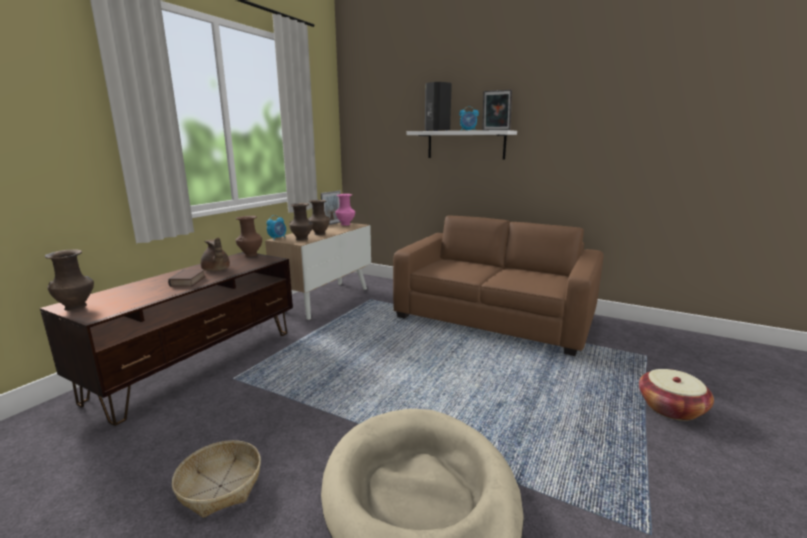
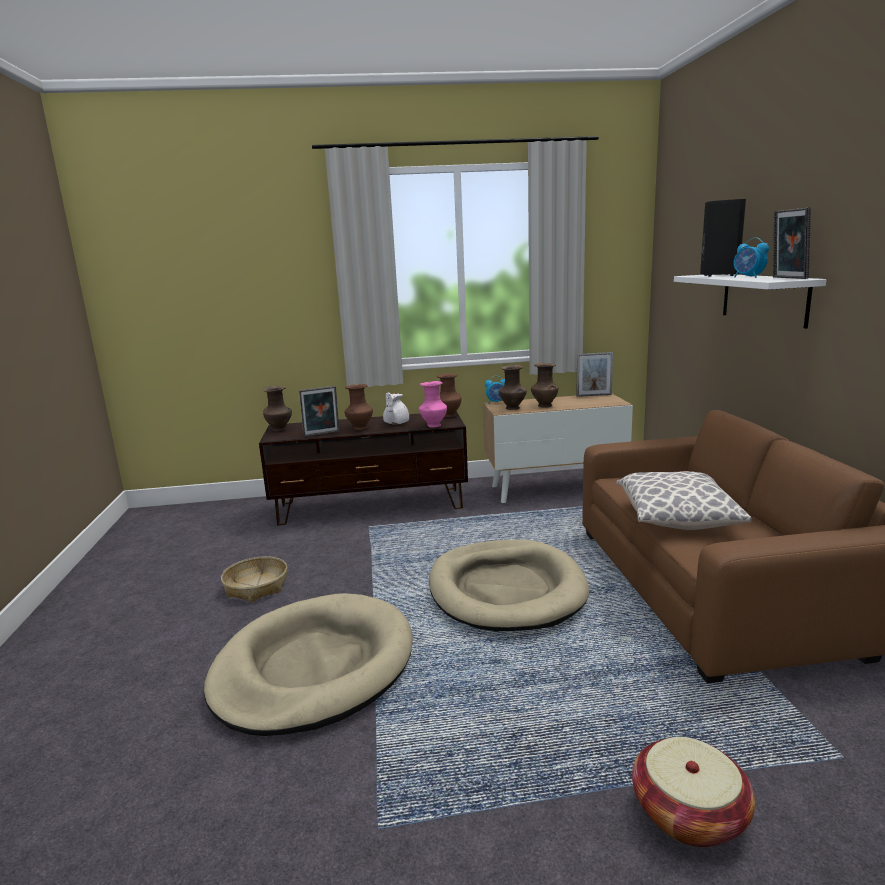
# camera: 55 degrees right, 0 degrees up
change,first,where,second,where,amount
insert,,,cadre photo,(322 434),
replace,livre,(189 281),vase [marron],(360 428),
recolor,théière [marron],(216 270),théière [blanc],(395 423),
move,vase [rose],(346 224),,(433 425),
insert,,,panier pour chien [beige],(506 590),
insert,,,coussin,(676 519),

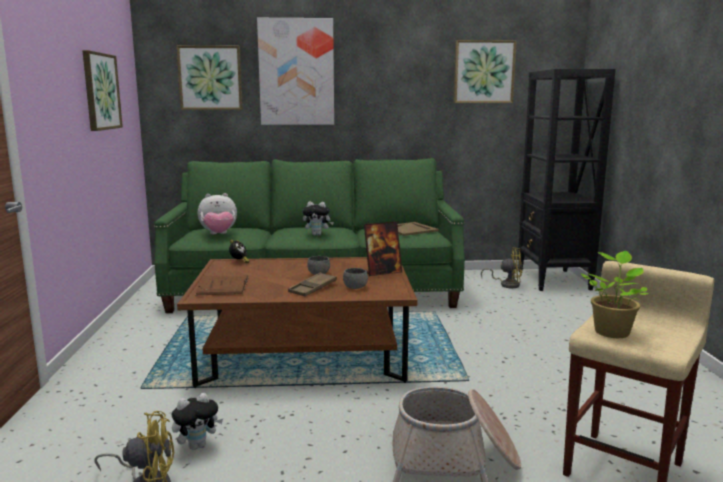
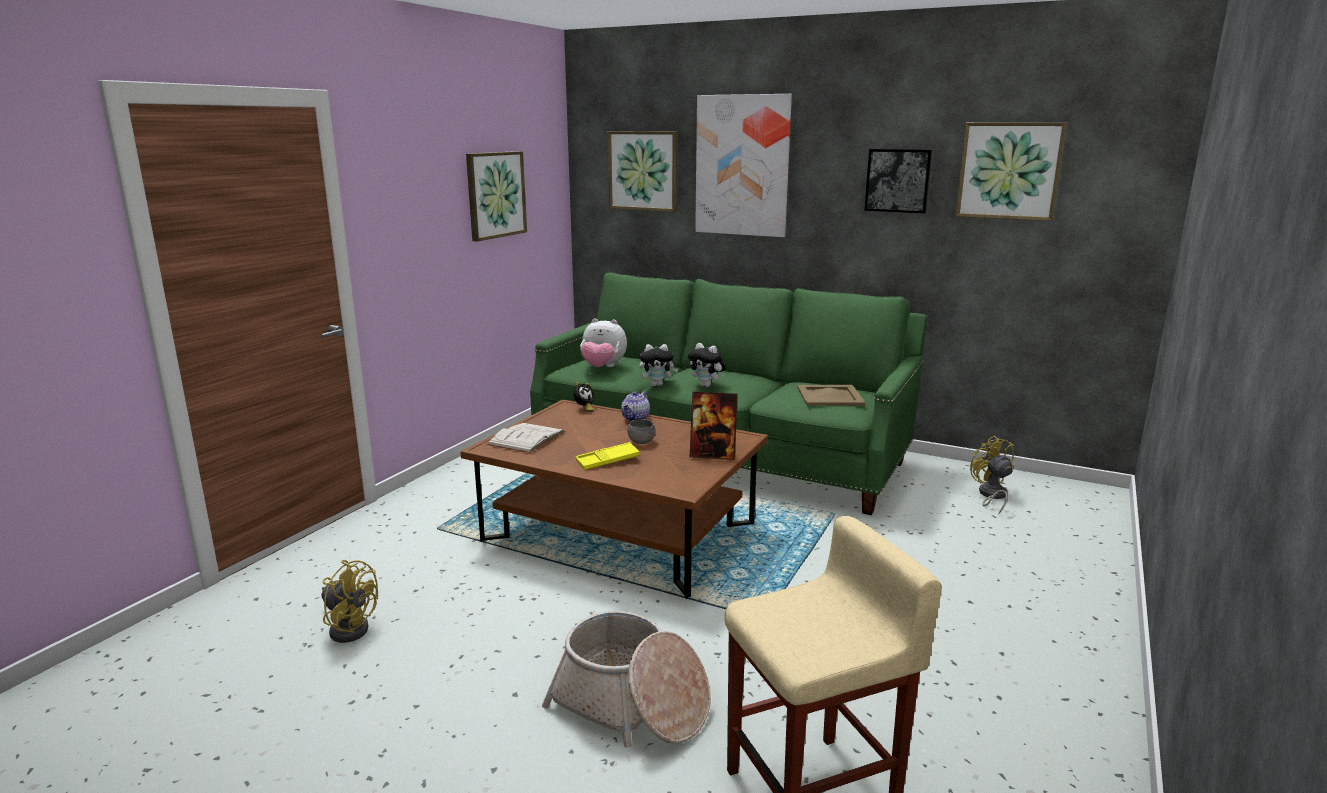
# camera: 30 degrees right, 5 degrees up
change,first,where,second,where,amount
recolor,livre [marron],(223 286),livre [blanc],(526 438),
recolor,plateau [marron],(313 288),plateau [jaune],(608 461),
insert,,,théière,(635 418),
move,peluche,(197 446),,(657 385),
insert,,,tableau,(898 180),
rotate,ventilateur [jaune],(507 284),,(991 496),150 degrees counterclockwise
delete,bol [gris],(355 287),,,
delete,bibliothèque [noir],(553 280),,,
delete,plante en pot,(612 331),,,

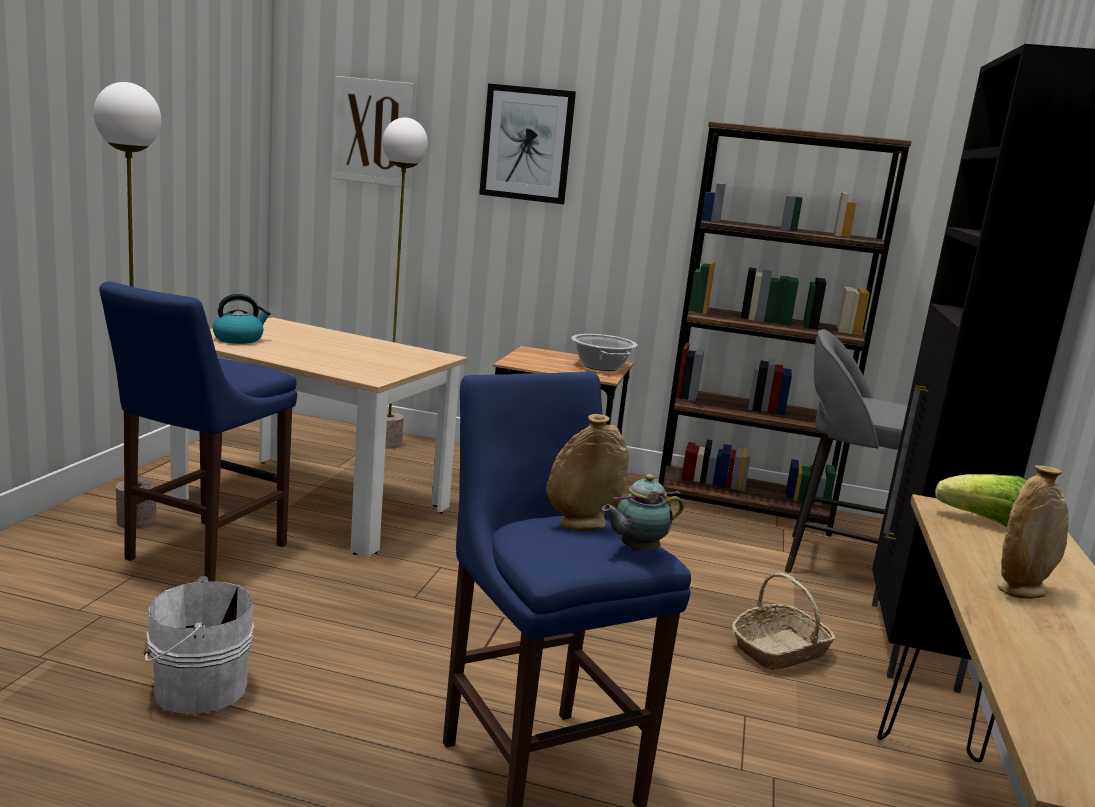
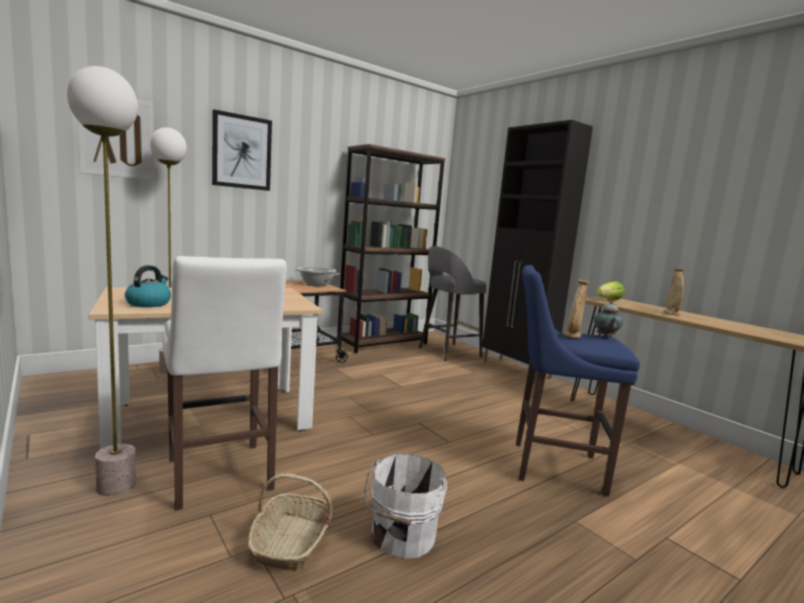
# camera: 50 degrees left, 5 degrees down
change,first,where,second,where,amount
recolor,tabouret [bleu],(201 554),tabouret [blanc],(220 477),
move,panier,(779 651),,(291 542),

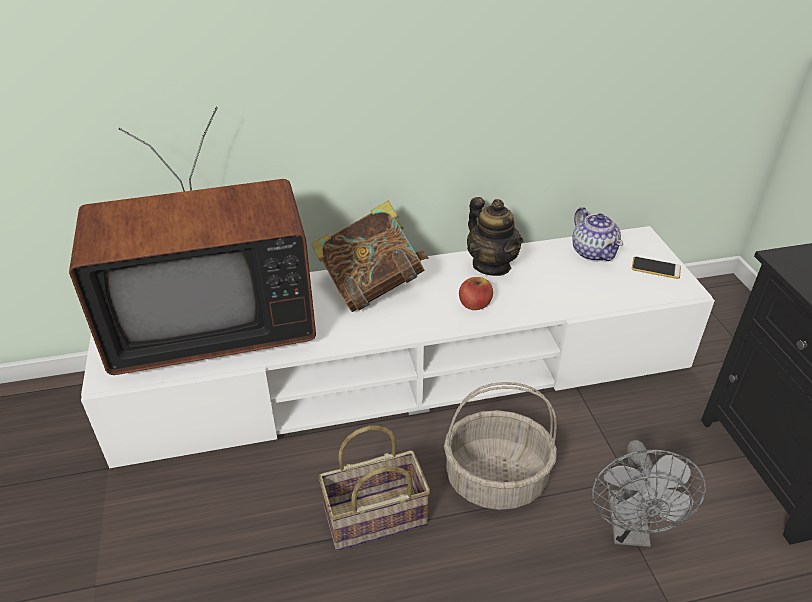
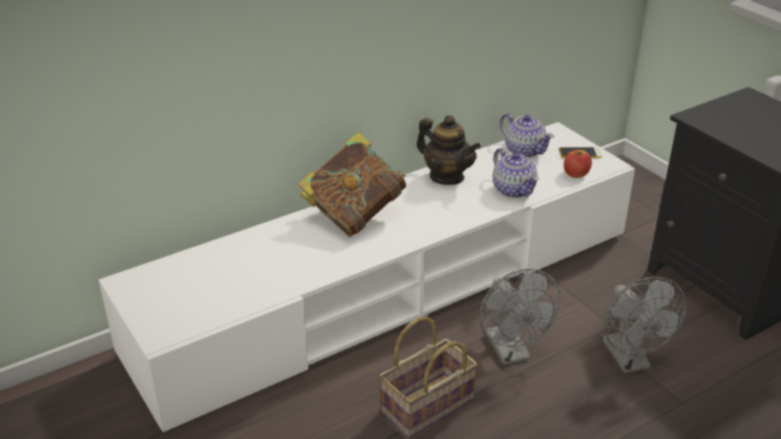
# camera: 20 degrees left, 5 degrees down
change,first,where,second,where,amount
replace,panier,(497 479),ventilateur [gris],(511 353),
insert,,,théière,(513 190),
move,pomme,(474 304),,(575 174),
delete,téléviseur,(211 325),,,

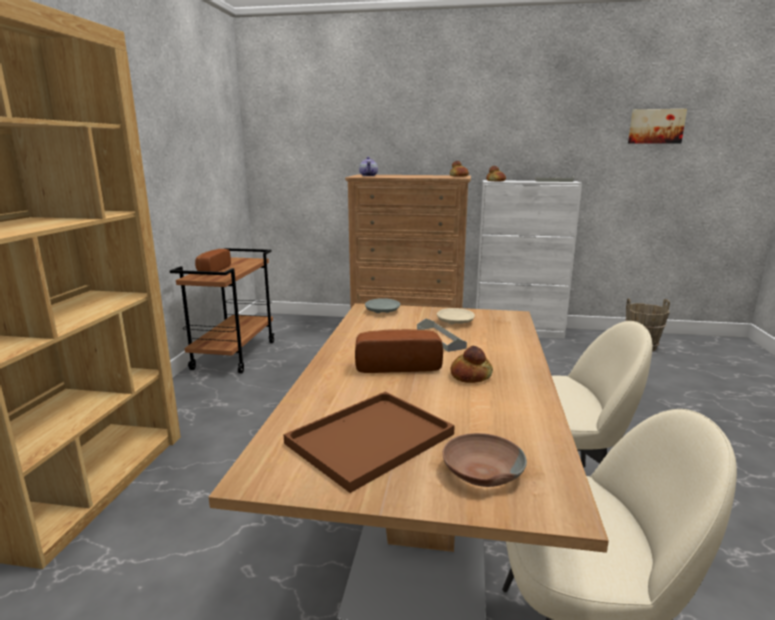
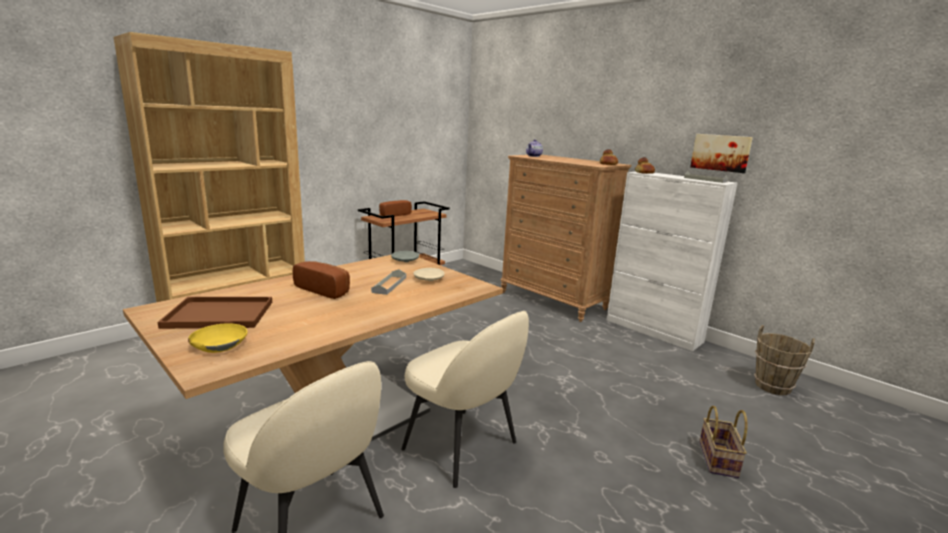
# camera: 35 degrees right, 0 degrees up
change,first,where,second,where,amount
recolor,bol [marron],(480 471),bol [jaune],(219 345),
move,tableau,(656 126),,(721 152),
insert,,,panier,(719 460),
delete,pain,(470 375),,,

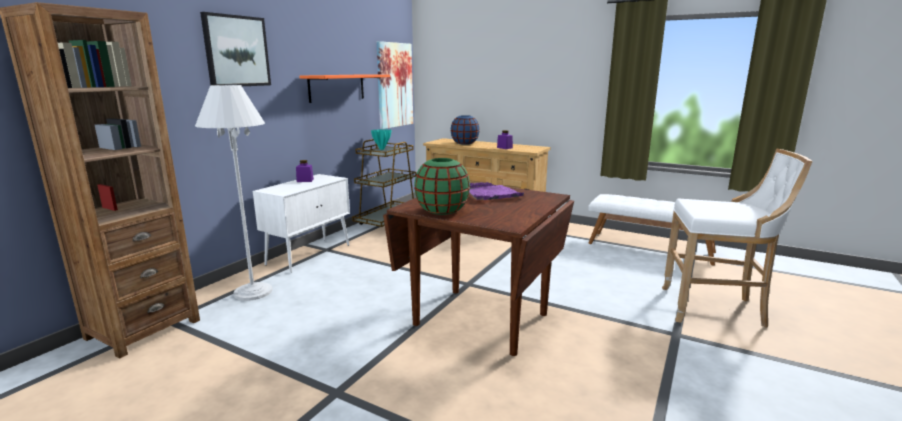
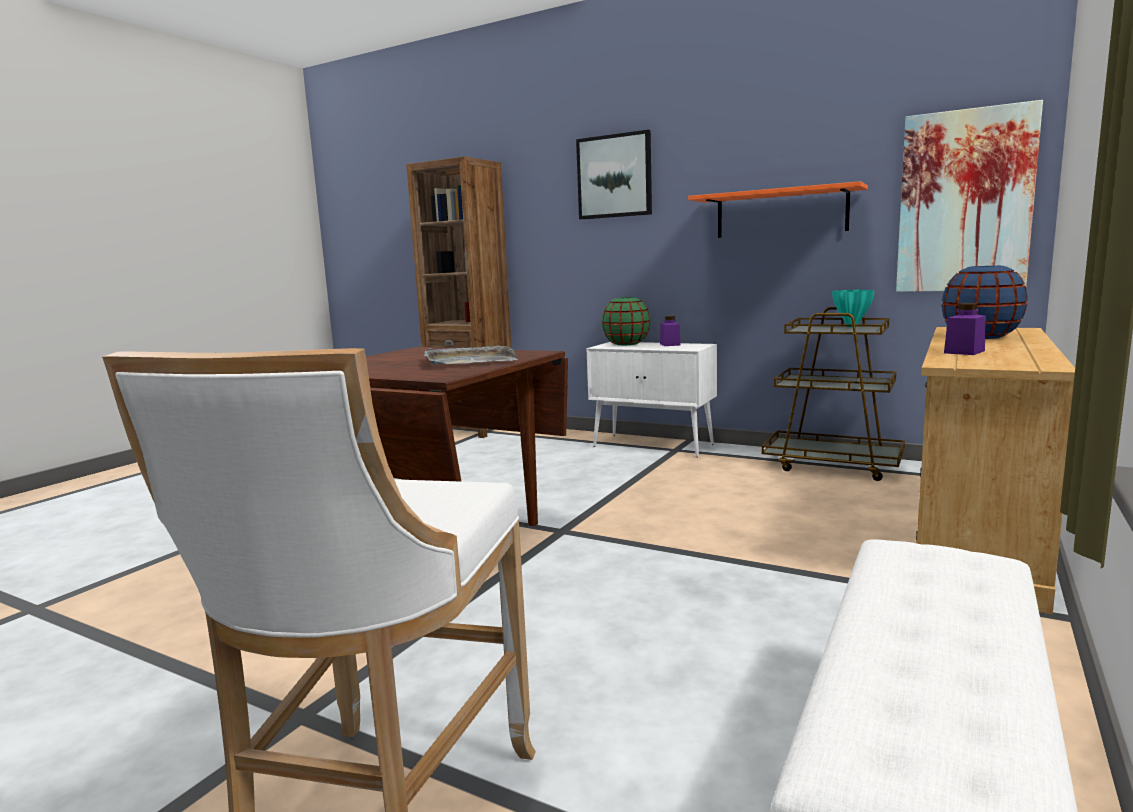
# camera: 90 degrees right, 5 degrees down
change,first,where,second,where,amount
recolor,plateau [violet],(490 193),plateau [gris],(469 361),
move,vase [vert],(442 211),,(626 344),
delete,lampadaire [blanc],(253 292),,,

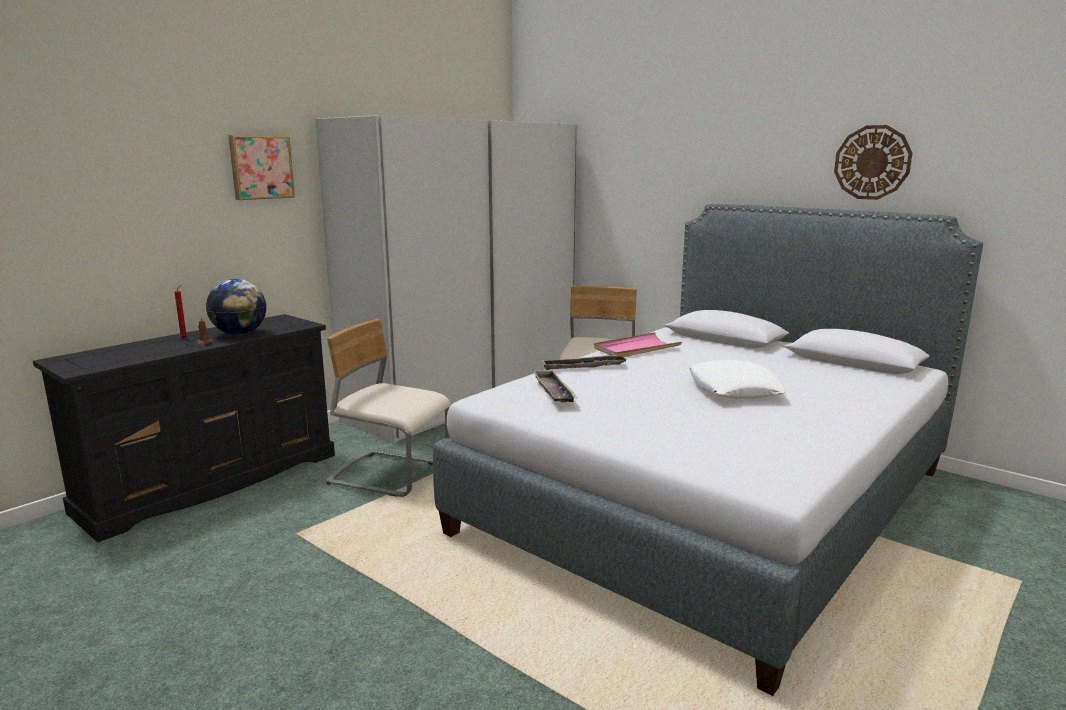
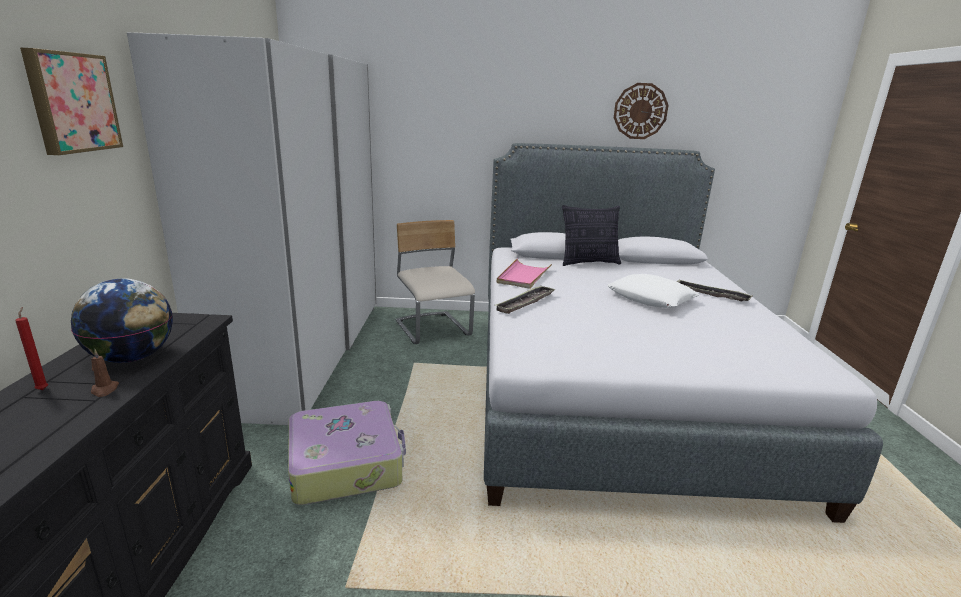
# camera: 40 degrees left, 5 degrees up
change,first,where,second,where,amount
replace,chaise [beige],(390 474),valise,(346 463),
insert,,,coussin,(589 263),
move,plateau,(553 391),,(711 294),

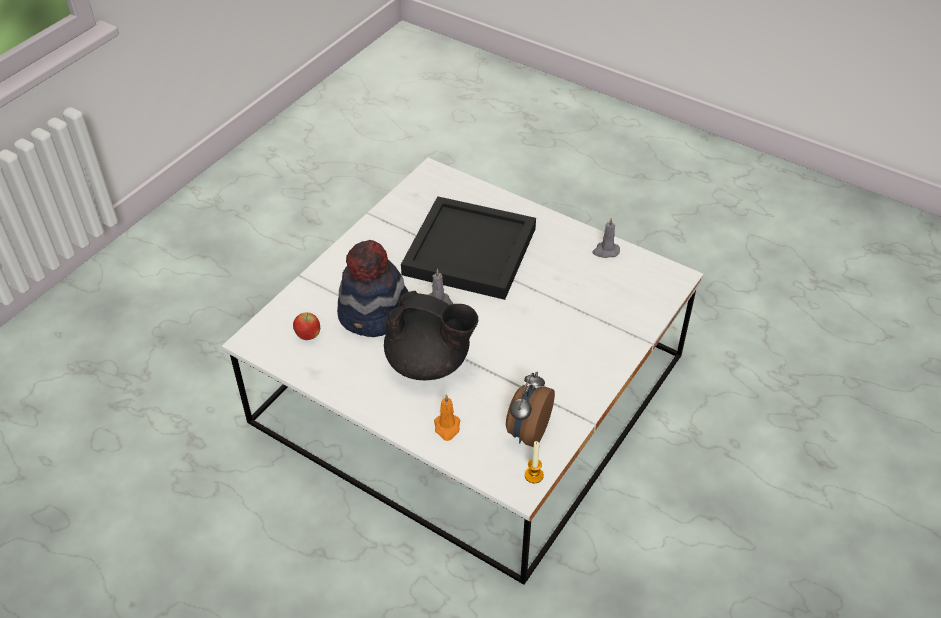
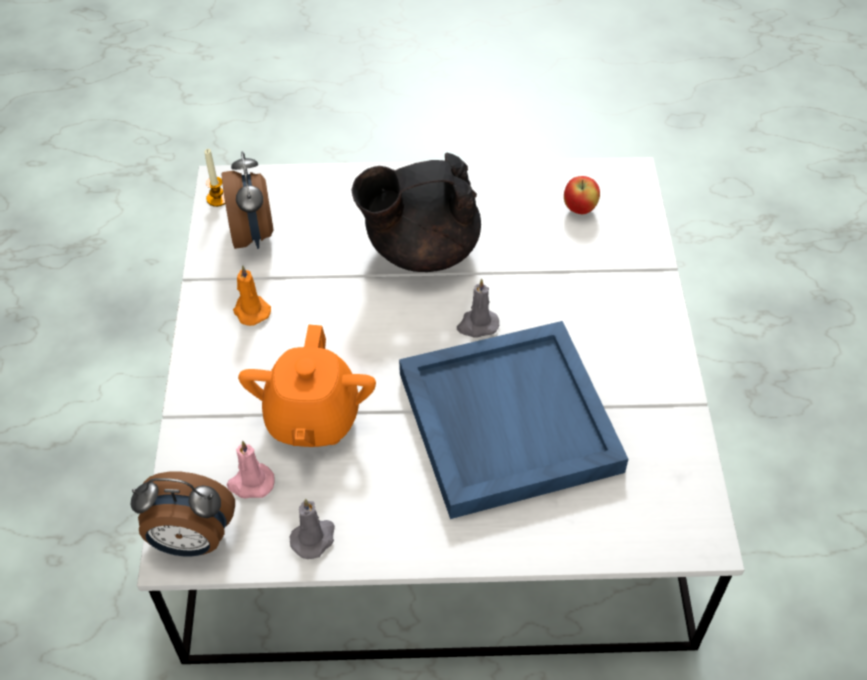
# camera: 145 degrees right, 5 degrees up
change,first,where,second,where,amount
insert,,,réveil,(191 541),
insert,,,bougie [rose],(250 483),
move,bougie [orange],(447 428),,(250 310),
insert,,,théière [orange],(312 419),
recolor,plateau [noir],(470 252),plateau [bleu],(506 420),
delete,chapeau,(375 314),,,

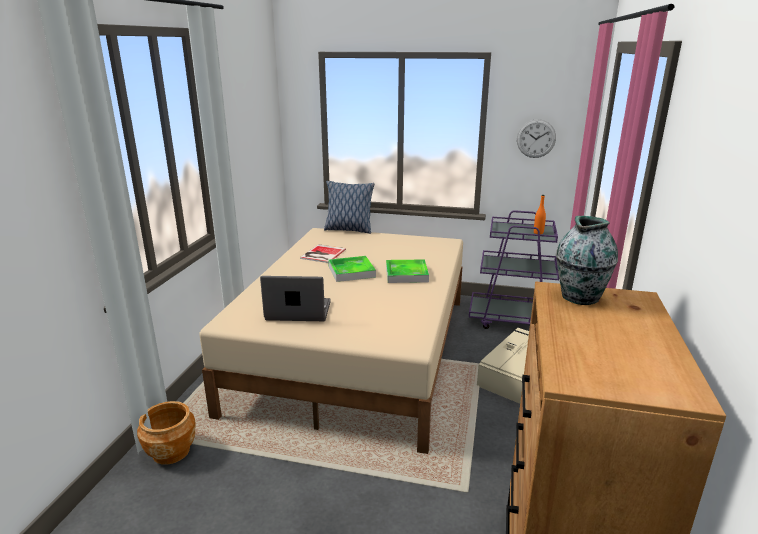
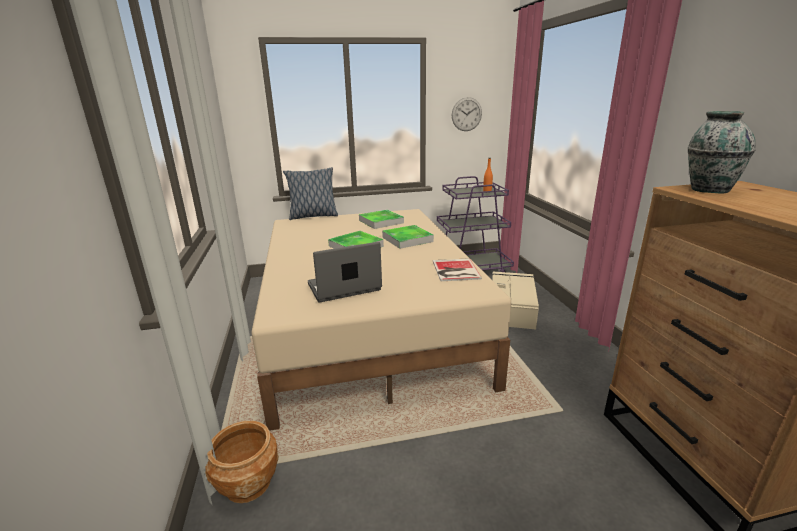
# camera: 25 degrees left, 0 degrees up
change,first,where,second,where,amount
insert,,,plateau,(381 222),
move,livre,(322 254),,(455 270),

